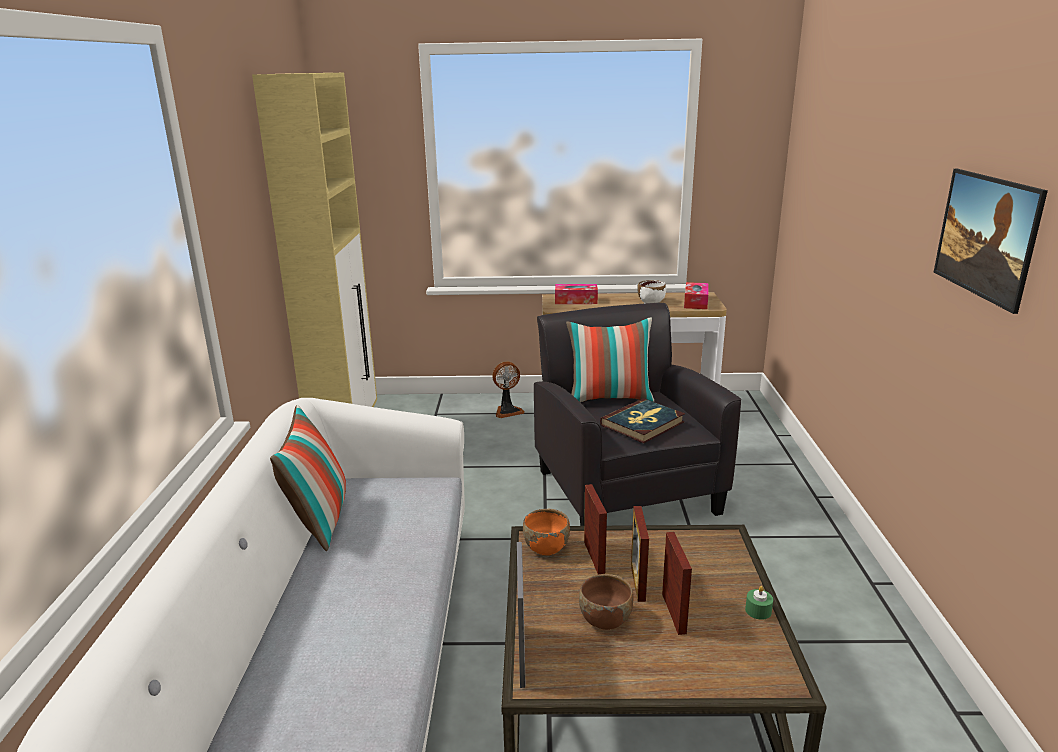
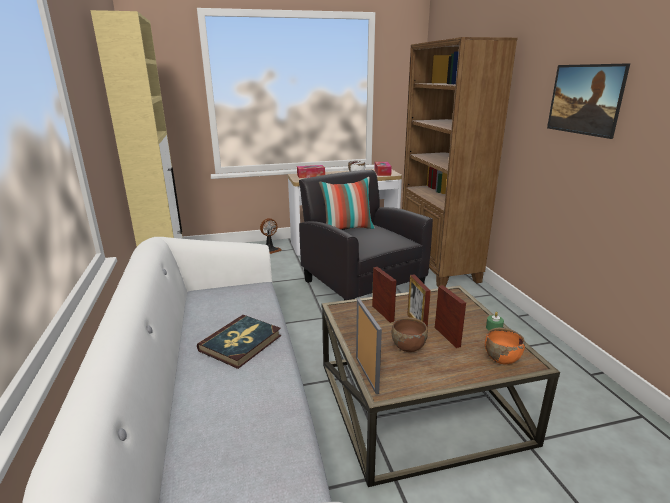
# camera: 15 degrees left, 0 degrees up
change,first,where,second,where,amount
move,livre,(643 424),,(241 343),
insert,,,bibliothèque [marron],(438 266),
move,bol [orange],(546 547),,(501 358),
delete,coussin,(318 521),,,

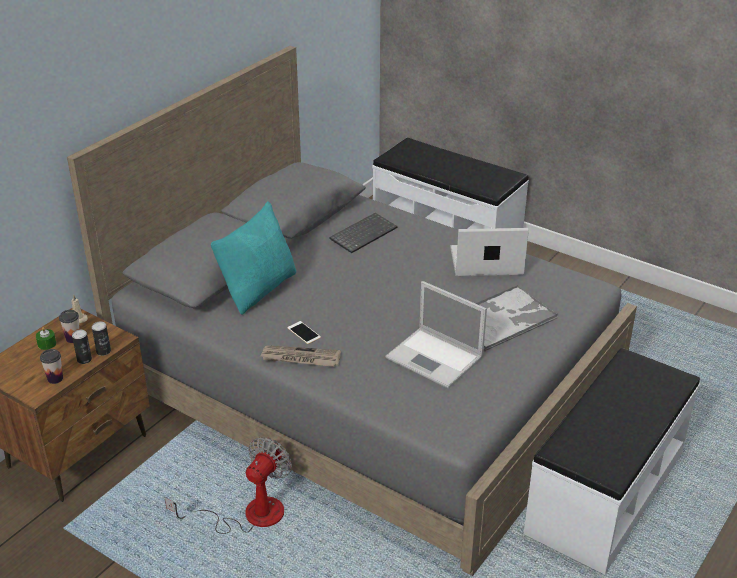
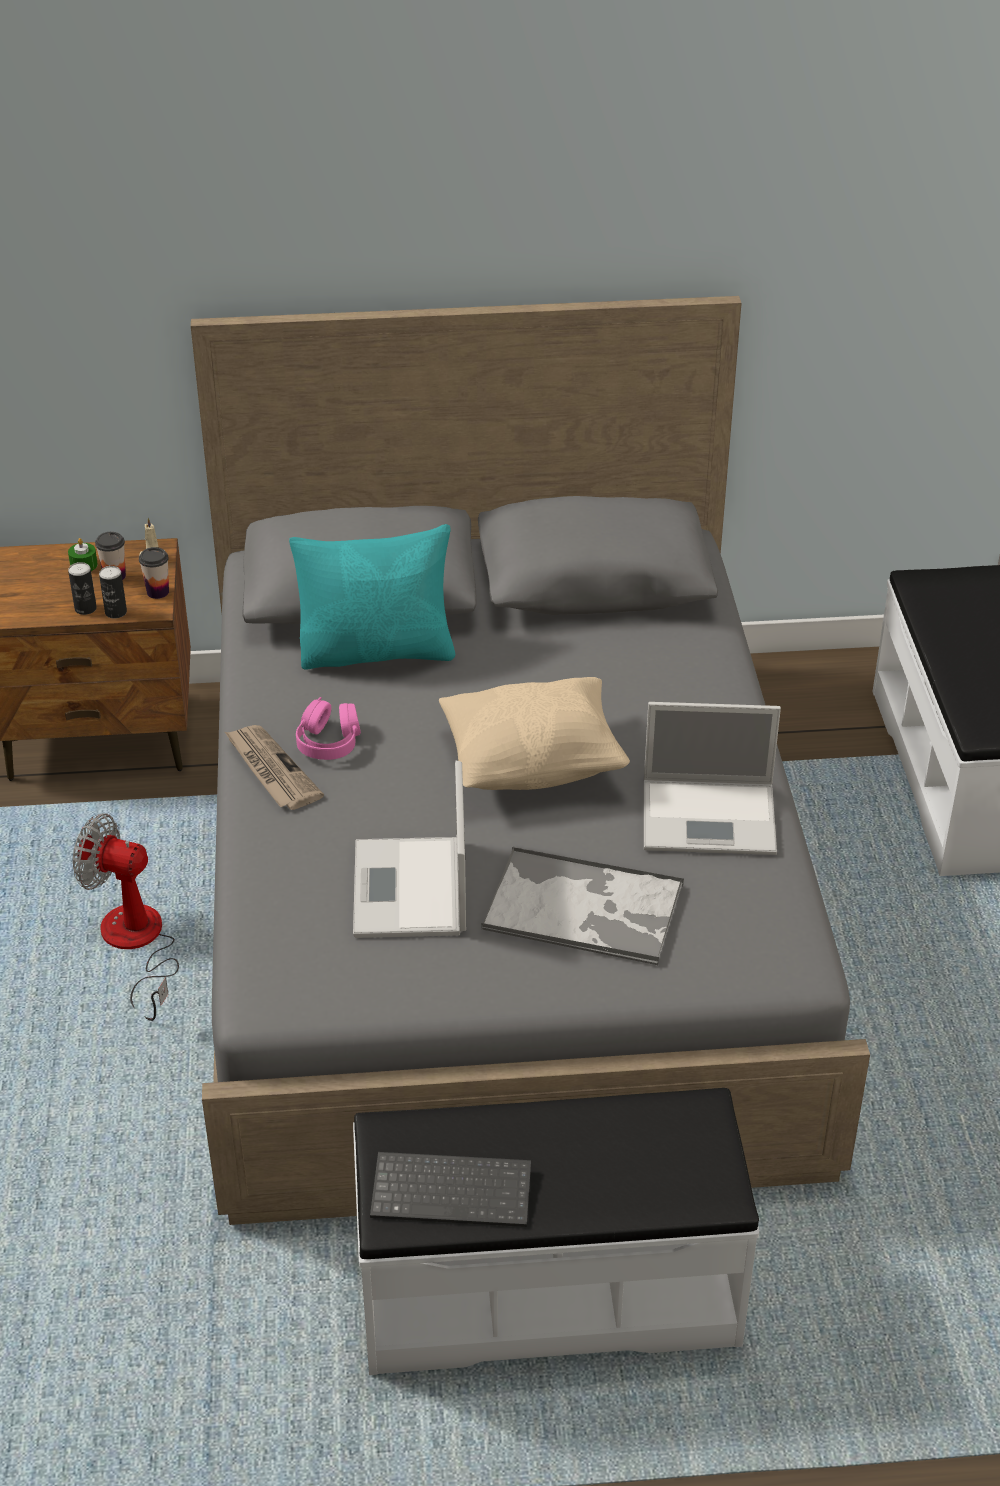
# camera: 50 degrees right, 5 degrees up
change,first,where,second,where,amount
rotate,ventilateur,(249 515),,(136 945),150 degrees counterclockwise
move,tasse,(55 378),,(158 592),
replace,téléphone,(304 333),casque audio [rose],(329 742),
move,clavier,(363 233),,(454 1190),
insert,,,coussin [beige],(533 764),
rotate,ordinateur portable,(484 262),,(711 817),135 degrees clockwise

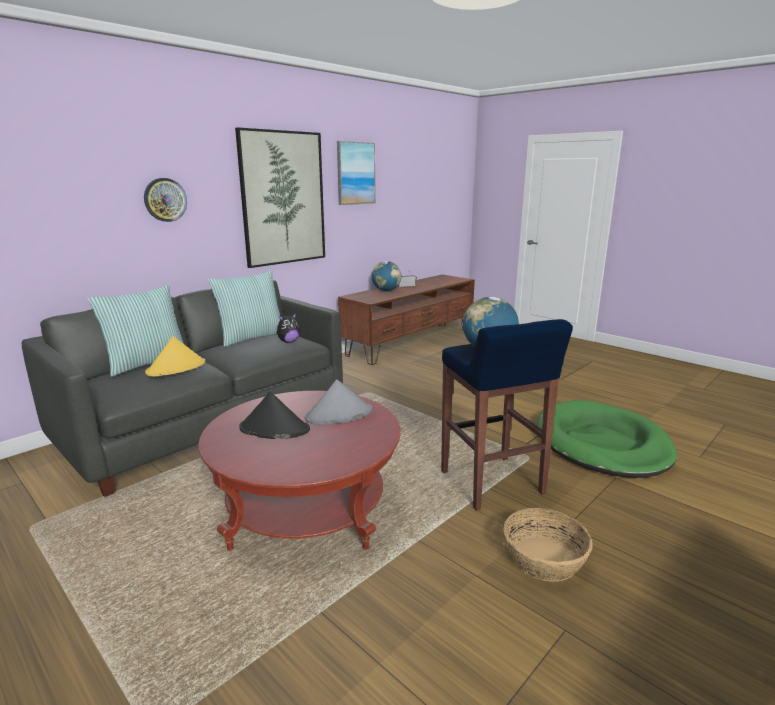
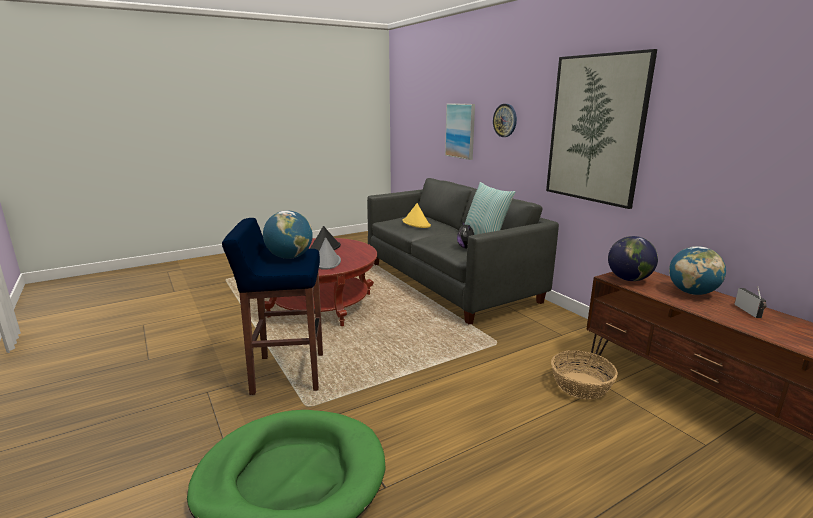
# camera: 105 degrees right, 0 degrees up
change,first,where,second,where,amount
move,tableau,(355 173),,(460 131),
move,panier,(544 559),,(580 385),
insert,,,globe,(628 279),
delete,coussin,(147 363),,,

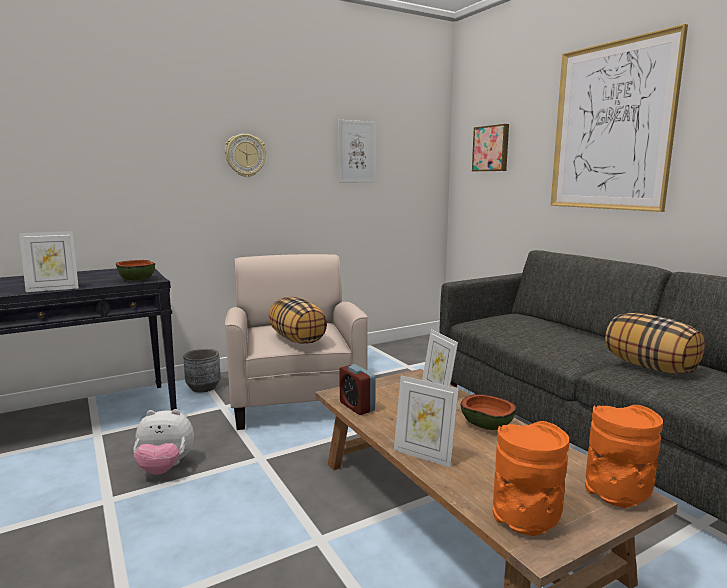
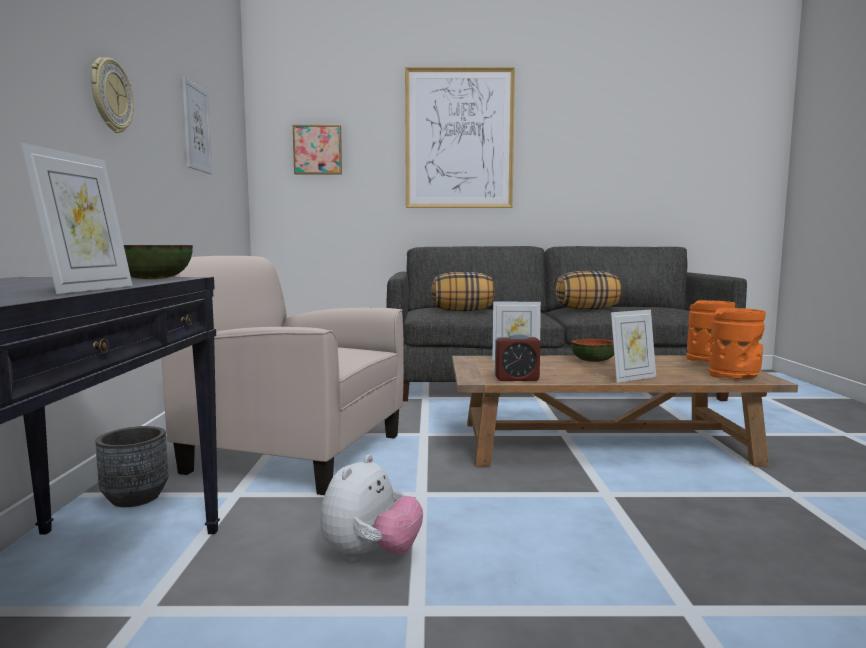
# camera: 60 degrees left, 5 degrees down
change,first,where,second,where,amount
move,coussin,(298 339),,(463 311),

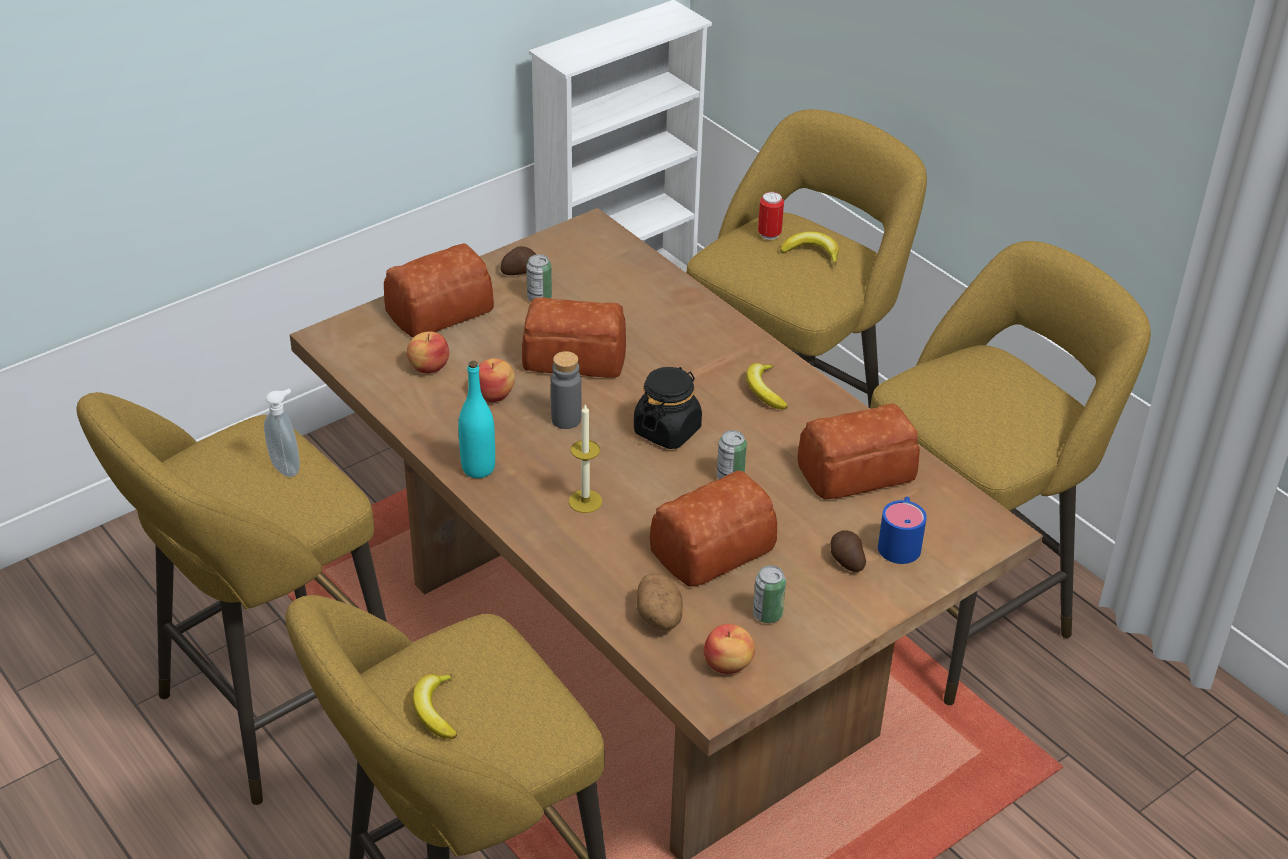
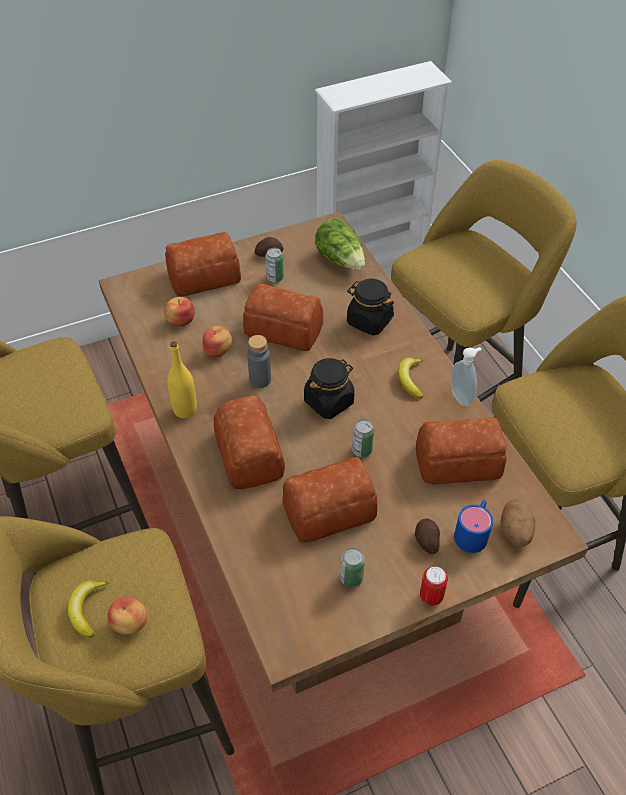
# camera: 15 degrees right, 10 degrees up
change,first,where,second,where,amount
move,pomme,(728 665),,(130 624),
recolor,bouteille [turquoise],(478 468),bouteille [jaune],(185 410),
replace,bougie,(585 501),pain,(250 451),
insert,,,laitue,(341 259),
insert,,,bocal [noir],(369 321),
move,boîte métallique,(769 234),,(431 596),
move,distributeur de savon,(287 467),,(462 397),
move,pomme de terre,(659 618),,(515 532),
delete,banane,(812 253),,,

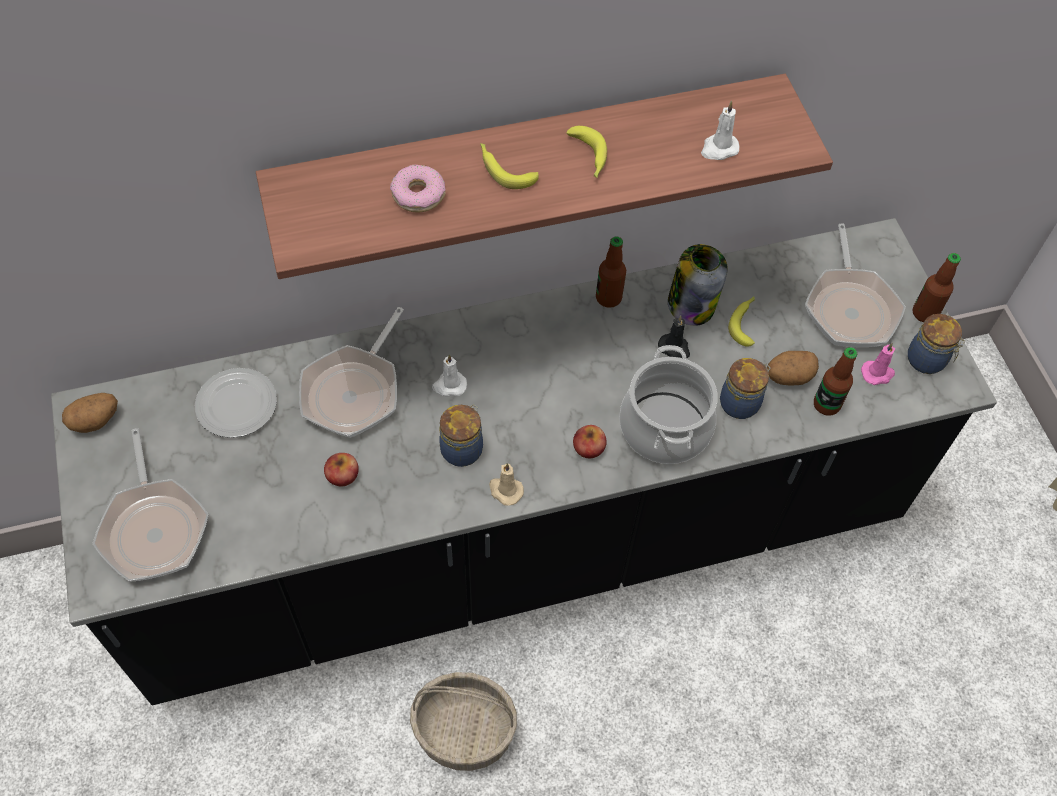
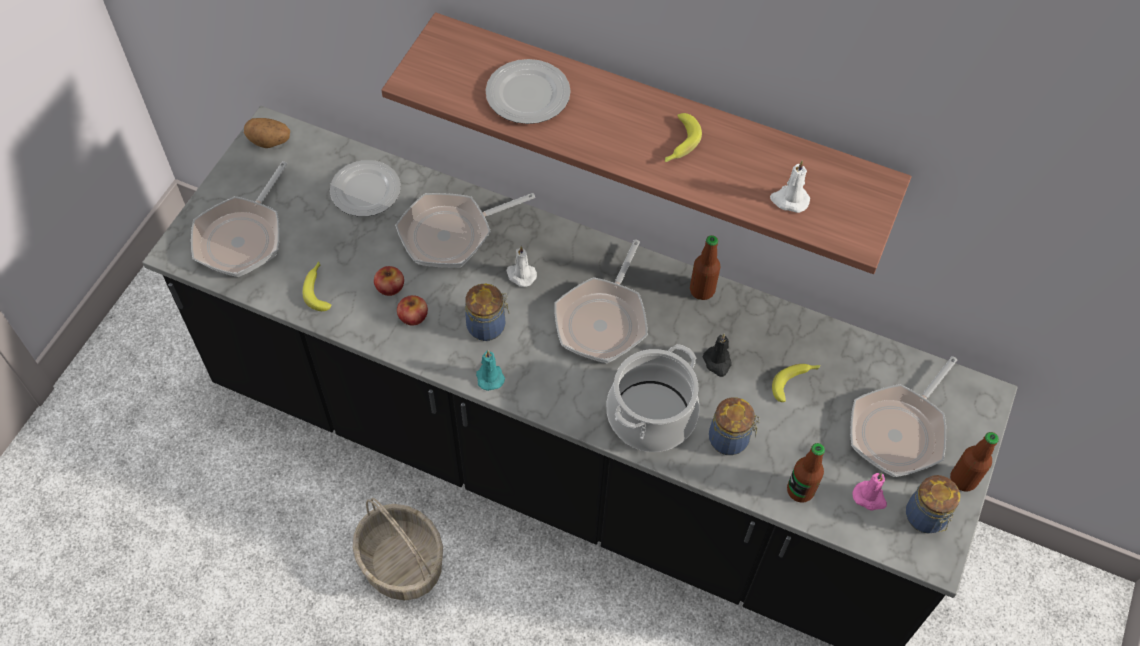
# camera: 40 degrees right, 0 degrees up
change,first,where,second,where,amount
move,banane,(504 169),,(319 289),
move,pomme,(588 447),,(413 316),
recolor,bougie [beige],(505 490),bougie [turquoise],(489 376),
replace,beignet,(418 194),assiette,(527 95),
insert,,,poêle,(603 319),
delete,bocal,(691 304),,,
delete,pomme de terre,(788 376),,,

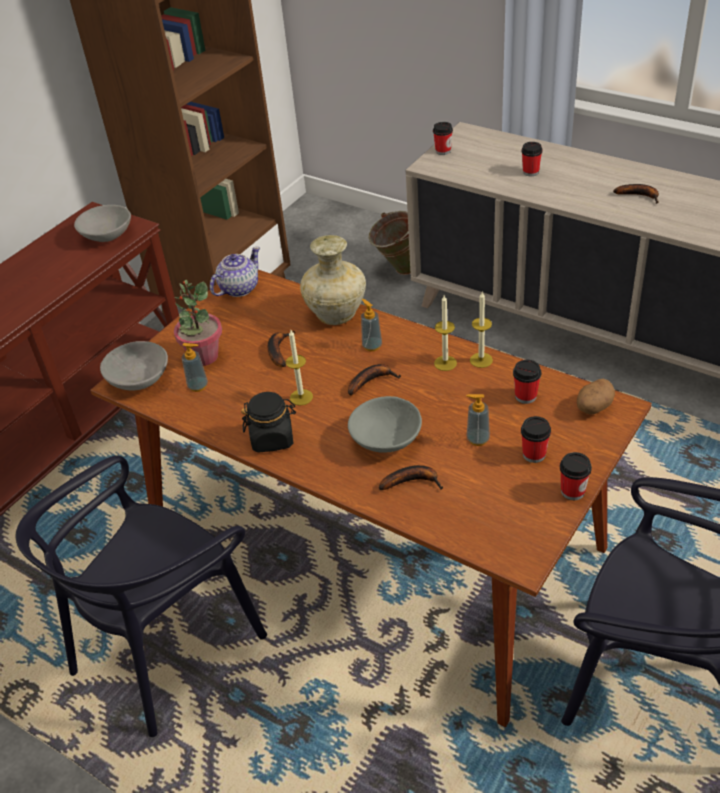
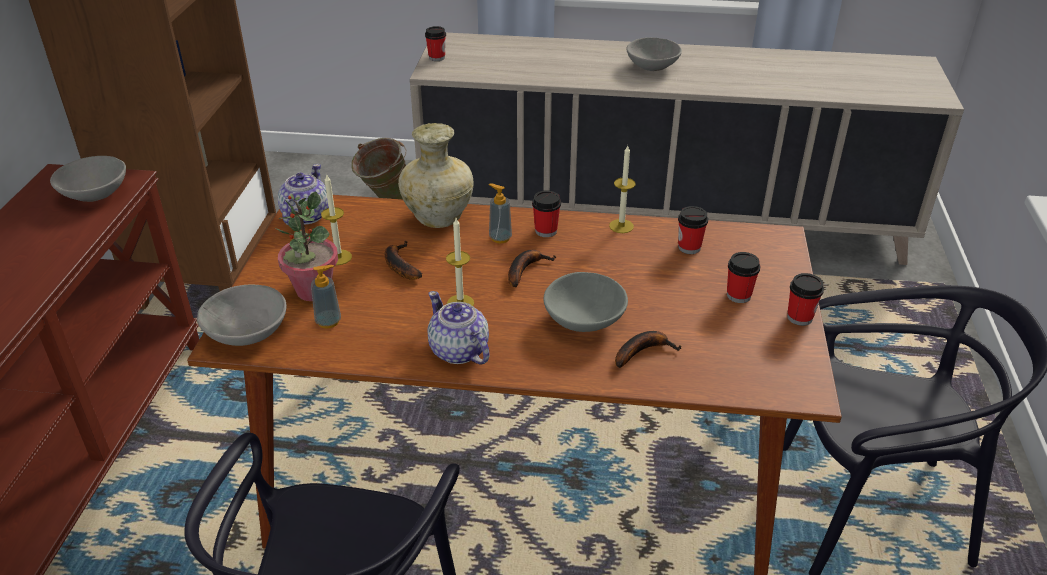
# camera: 30 degrees left, 5 degrees down
change,first,where,second,where,amount
move,bougie,(445 363),,(339 257),
replace,bocal [noir],(272 438),théière,(459 351),
move,tasse,(530 172),,(546 231),
replace,banane,(640 196),bol [gris],(652 66),
delete,distributeur de savon,(477 439),,,
delete,pomme de terre,(593 407),,,

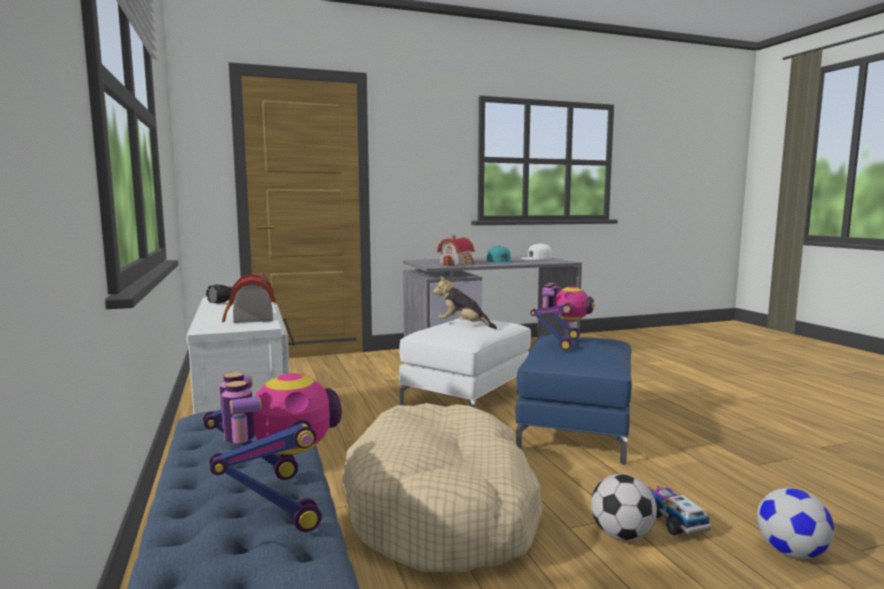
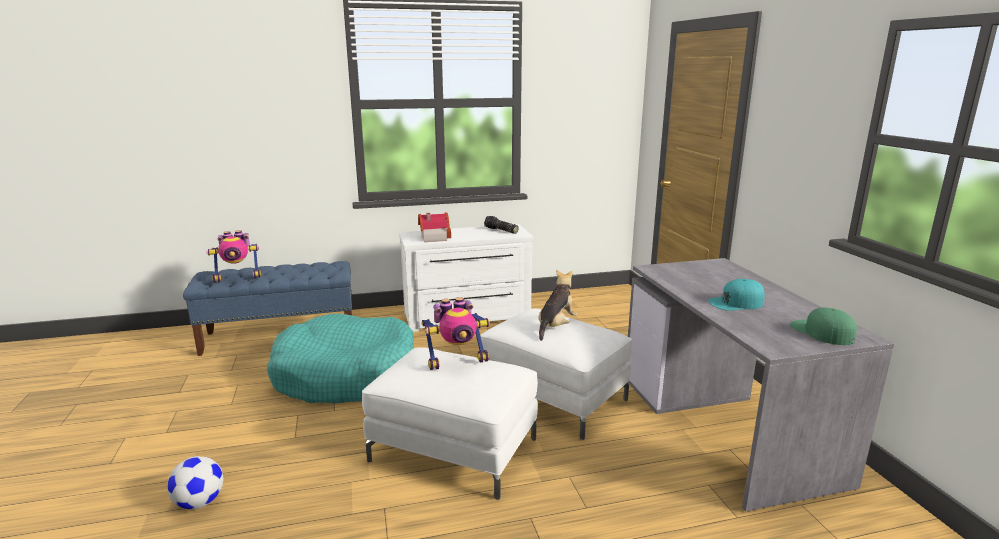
# camera: 95 degrees right, 10 degrees up
change,first,where,second,where,amount
recolor,panier pour chien [beige],(444 509),panier pour chien [turquoise],(346 376),
recolor,pouf [bleu],(575 429),pouf [blanc],(454 450),
rotate,robot jouet,(562 343),,(457 361),45 degrees counterclockwise
recolor,casquette [blanc],(536 258),casquette [vert],(822 332),
delete,maison miniature,(457 263),,,
delete,ballon de foot,(621 535),,,
delete,camion jouet,(674 521),,,

